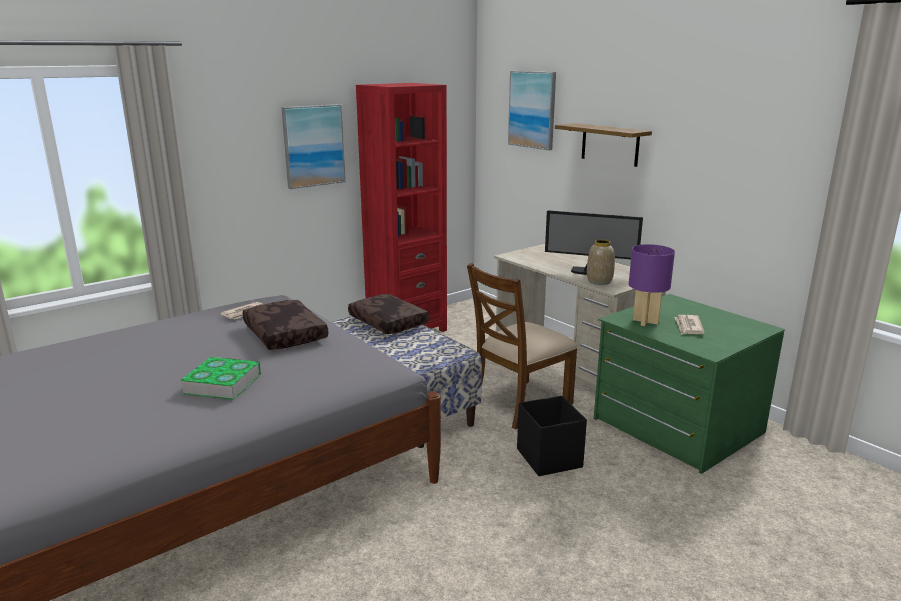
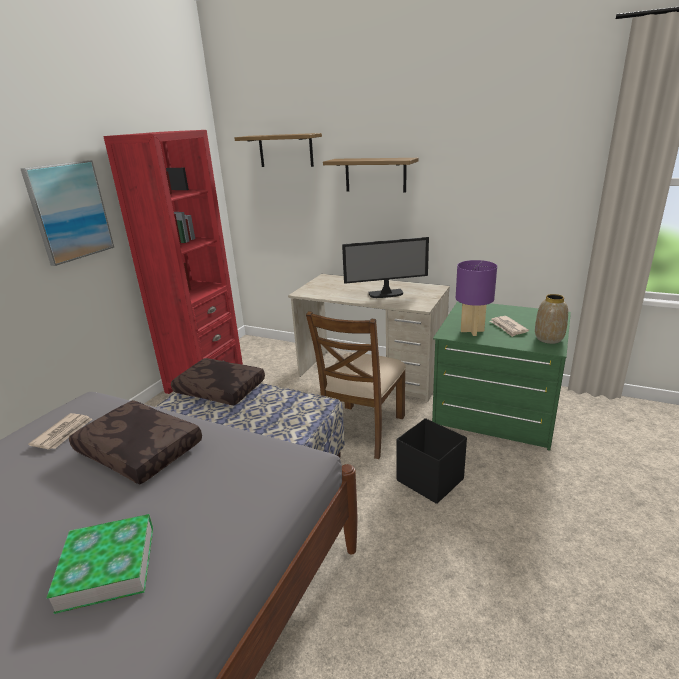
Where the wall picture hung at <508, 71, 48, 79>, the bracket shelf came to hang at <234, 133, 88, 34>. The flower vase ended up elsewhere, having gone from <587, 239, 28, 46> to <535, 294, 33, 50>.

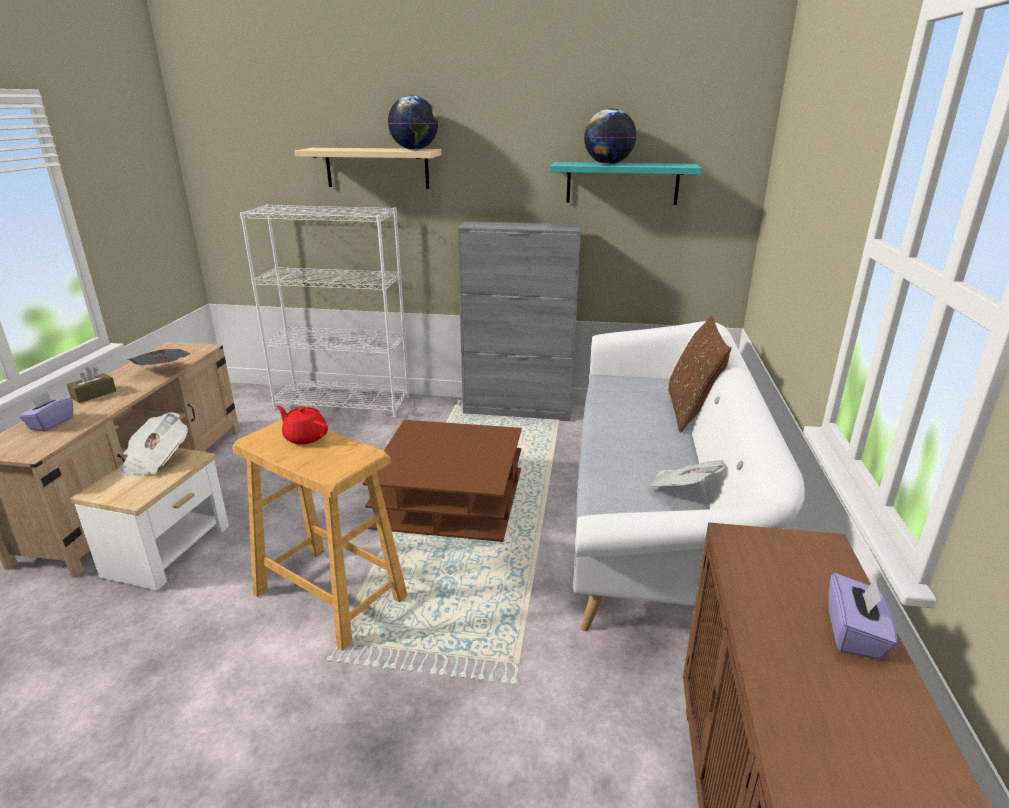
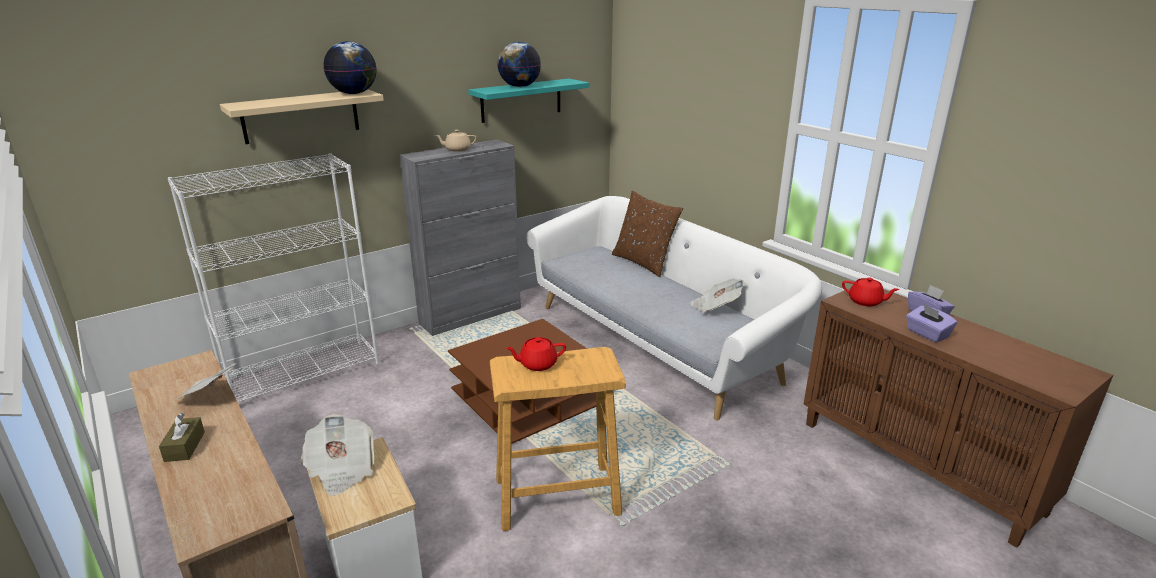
The second view gained the sand-coloured pot for tea at <435, 130, 42, 22>. The second view gained the red-coloured pot for tea at <842, 277, 58, 29>. The purplish tissue box ended up elsewhere, having gone from <19, 391, 54, 41> to <906, 304, 51, 38>.

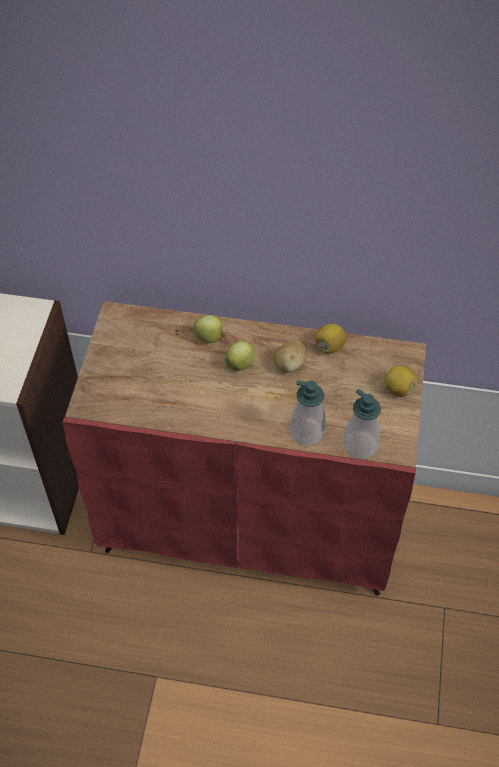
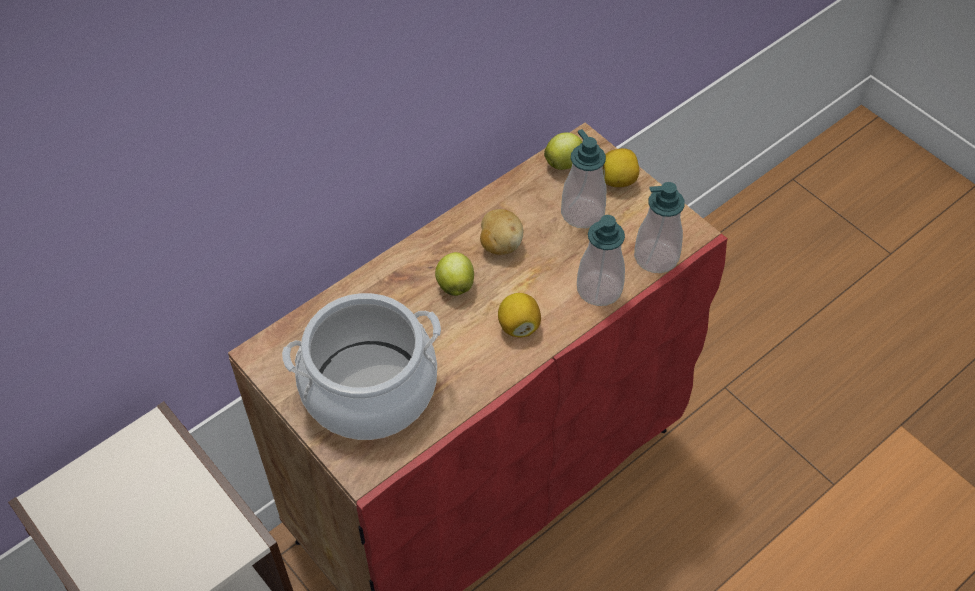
The second view gained the cooking pot at <282, 293, 159, 147>. The whole lemon ended up elsewhere, having gone from <315, 324, 31, 30> to <498, 293, 43, 44>. The apple fruit ended up elsewhere, having gone from <194, 315, 31, 28> to <544, 132, 38, 38>. The second view gained the soap bottle at <561, 129, 45, 99>.

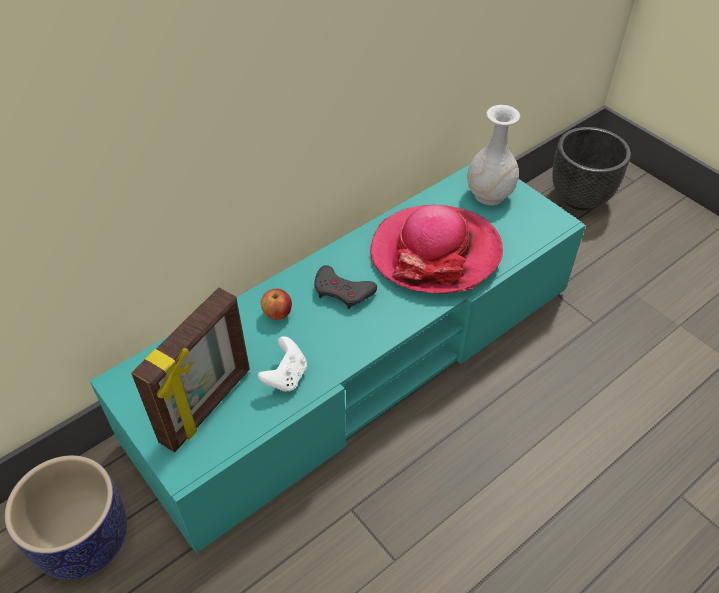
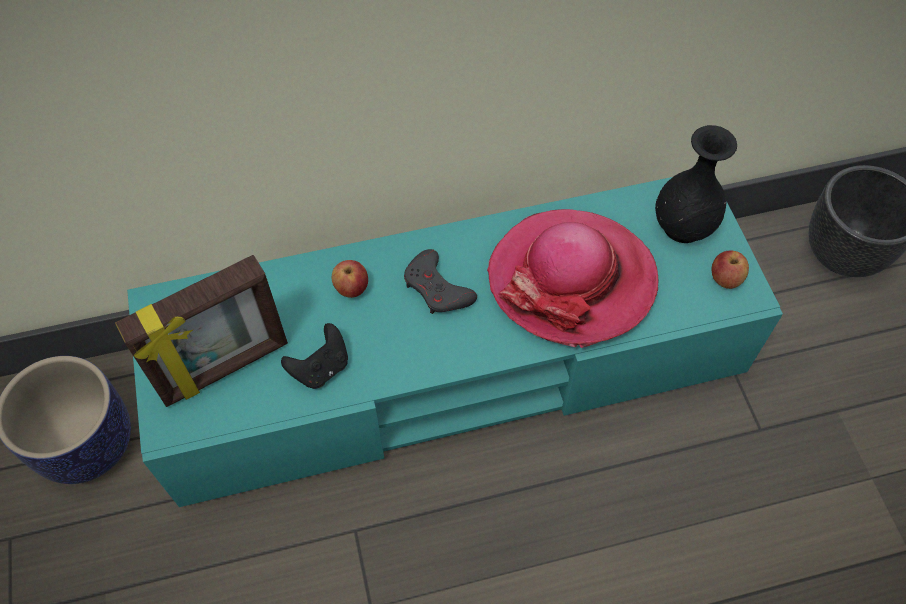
What was the white gamepad at <258, 336, 49, 56> turned into the blackish gamepad at <281, 323, 67, 66>. What was the white flower vase at <467, 105, 53, 100> turned into the blackish flower vase at <655, 125, 82, 118>. The second view gained the apple fruit at <712, 250, 37, 39>.

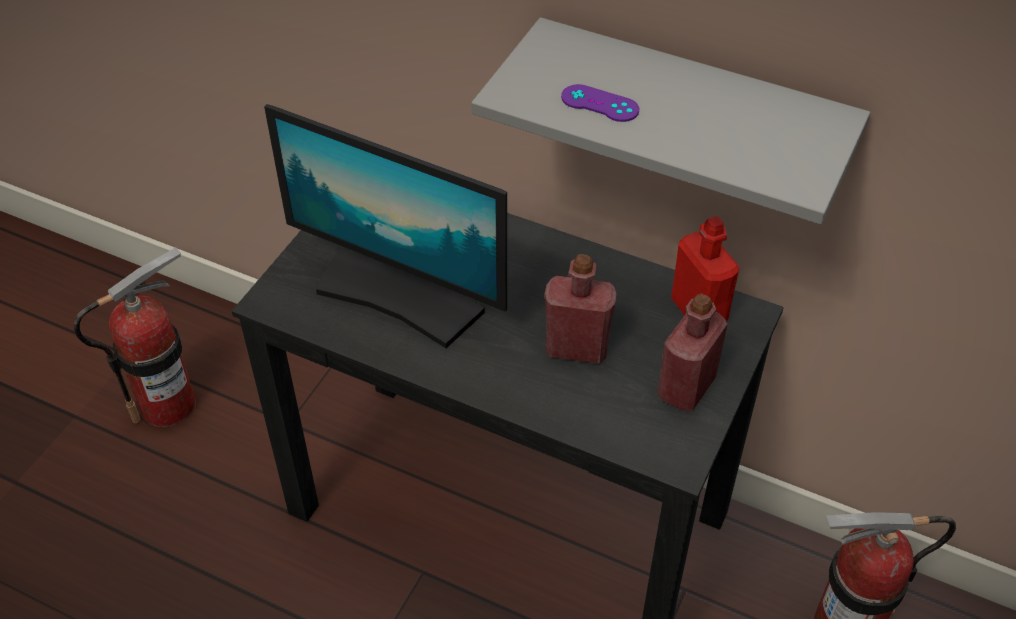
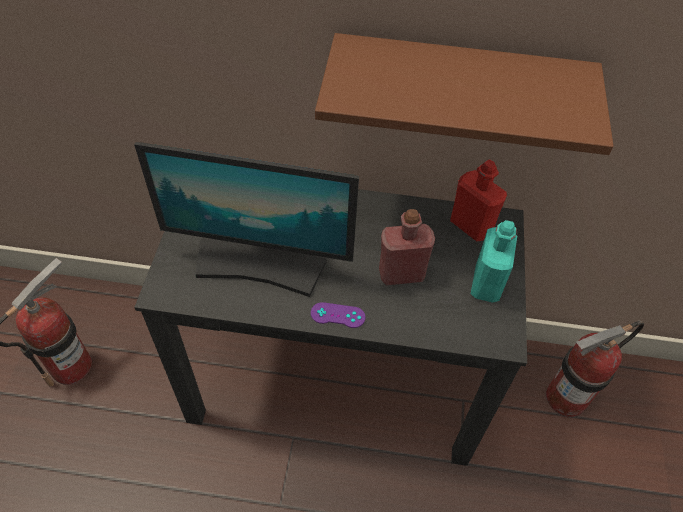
The purplish gamepad ended up elsewhere, having gone from <561, 84, 78, 38> to <311, 302, 54, 26>. What was the grey bracket shelf at <471, 17, 400, 207> turned into the brownish bracket shelf at <315, 33, 299, 122>. What was the red-coloured drink bottle at <657, 293, 70, 118> turned into the blue-green drink bottle at <471, 220, 46, 82>.

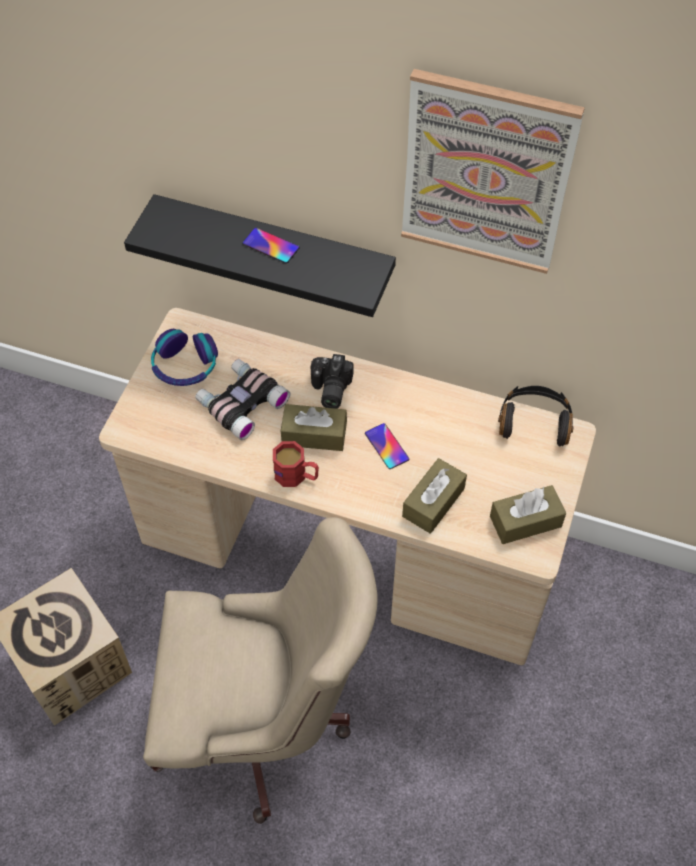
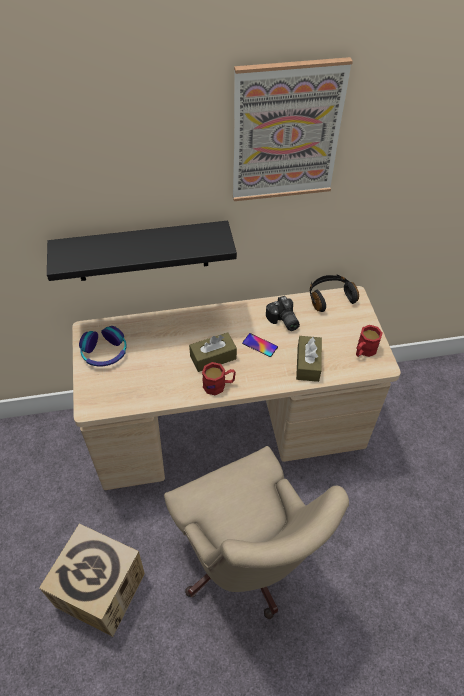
The sand-coloured office chair at <143, 517, 235, 307> ended up facing another way, 90 degrees clockwise from before. The photo camera ended up elsewhere, having gone from <311, 354, 43, 55> to <266, 296, 34, 35>. Where the brownish tissue box stood at <490, 485, 76, 59>, the red-coloured tea mug came to stand at <356, 325, 27, 32>. The second view lost the field glasses at <195, 359, 95, 81>. The second view lost the handset at <242, 228, 58, 35>.

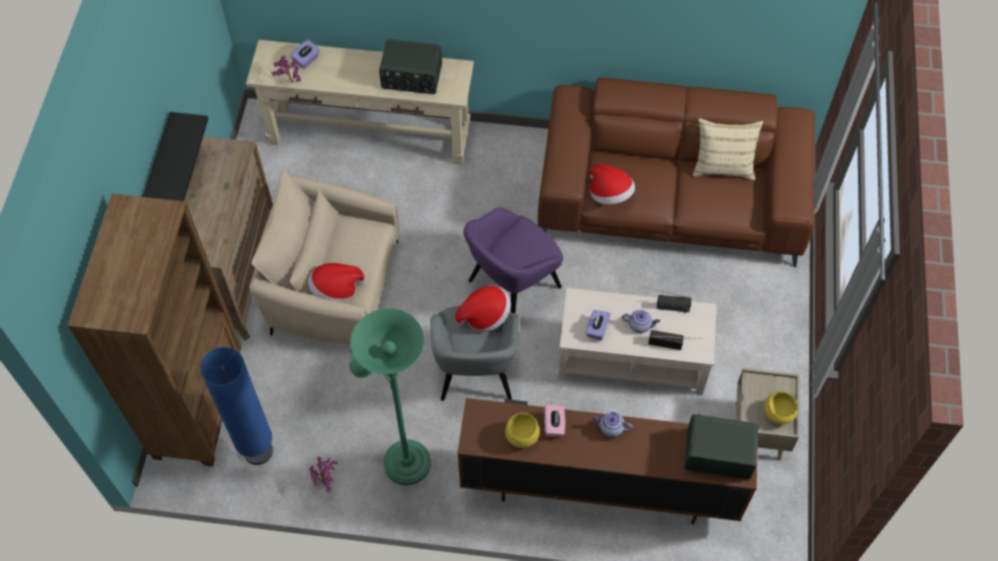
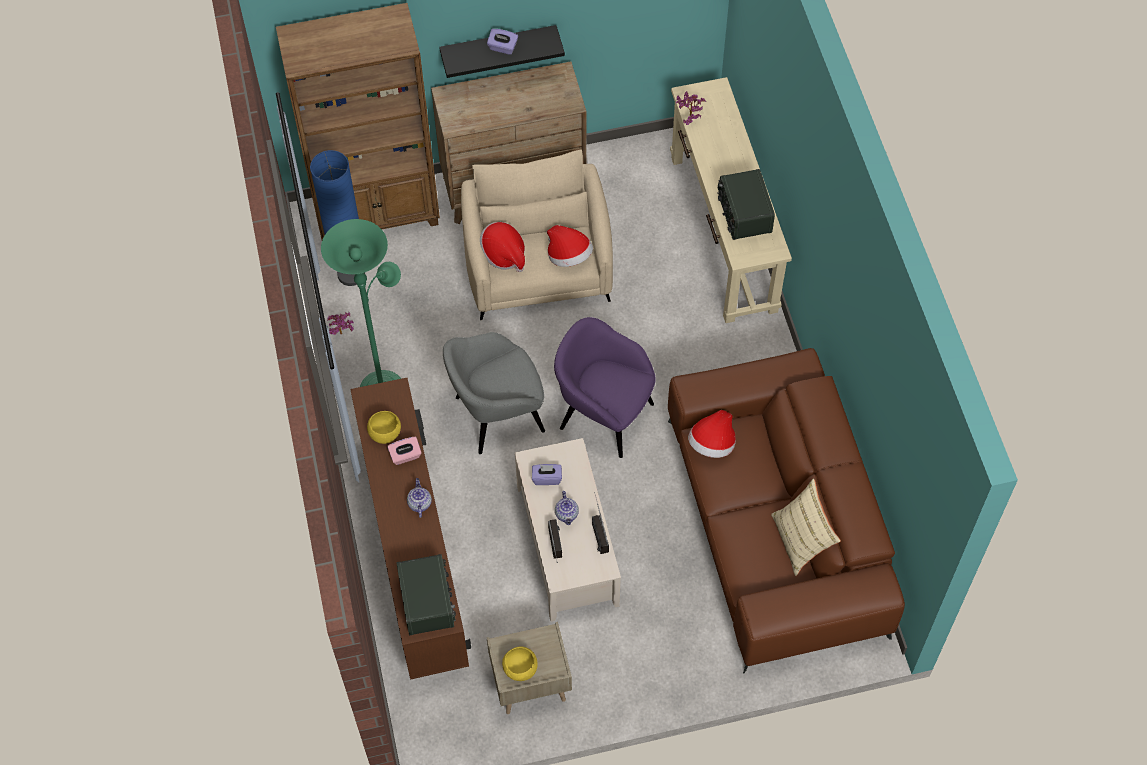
The purplish tissue box ended up elsewhere, having gone from <291, 40, 29, 29> to <487, 29, 31, 26>. The wearable hat ended up elsewhere, having gone from <455, 285, 56, 47> to <547, 225, 46, 42>.

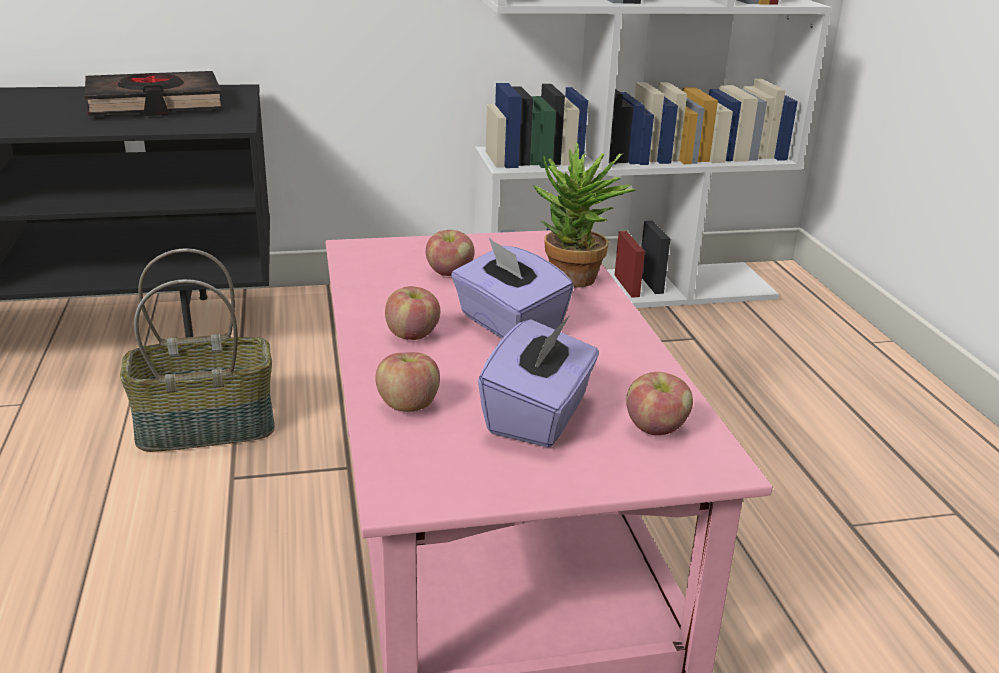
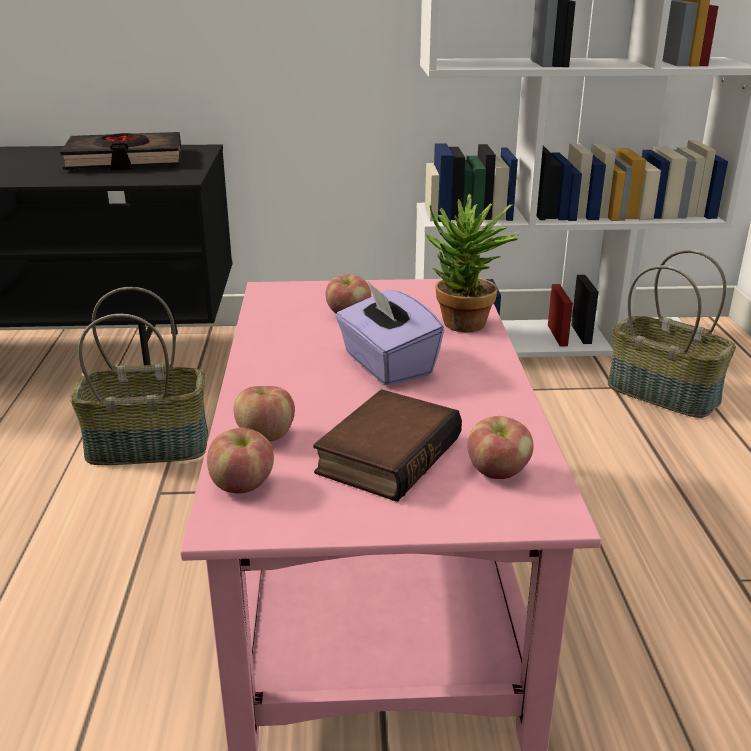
The apple fruit ended up elsewhere, having gone from <385, 286, 55, 54> to <207, 428, 67, 65>. Where the purplish tissue box stood at <478, 315, 121, 132>, the bound book came to stand at <313, 389, 149, 113>. The second view gained the household basket at <608, 250, 128, 168>.

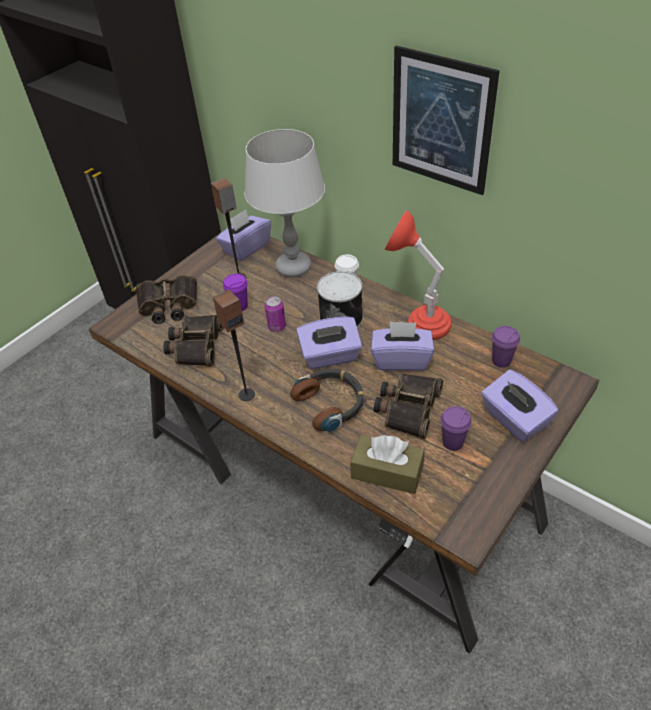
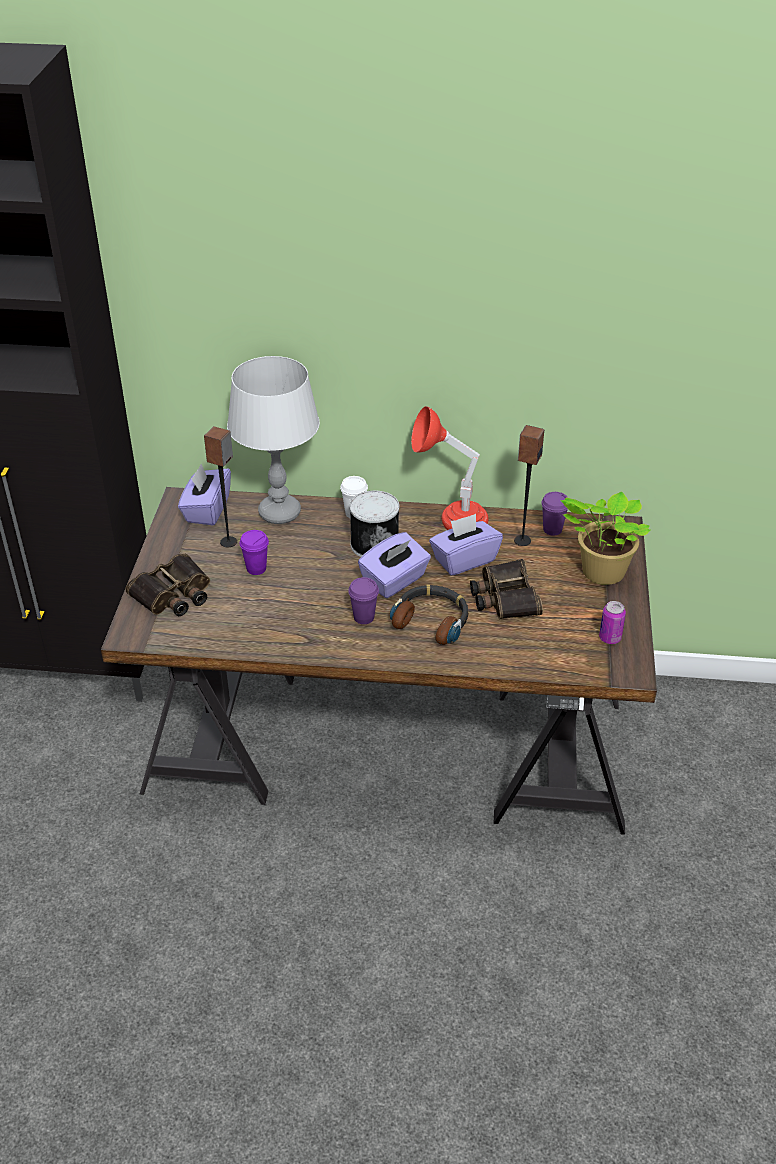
The purplish small cup ended up elsewhere, having gone from <440, 406, 32, 45> to <348, 577, 31, 47>. The loudspeaker ended up elsewhere, having gone from <213, 289, 42, 112> to <514, 425, 30, 121>. Where the purplish tissue box stood at <481, 369, 78, 73>, the potted plant came to stand at <560, 491, 90, 94>. The can ended up elsewhere, having gone from <265, 296, 21, 36> to <599, 601, 27, 43>. The second view lost the field glasses at <163, 315, 61, 51>. The second view lost the brownish tissue box at <350, 435, 75, 59>. The second view lost the wall picture at <393, 45, 107, 150>.

